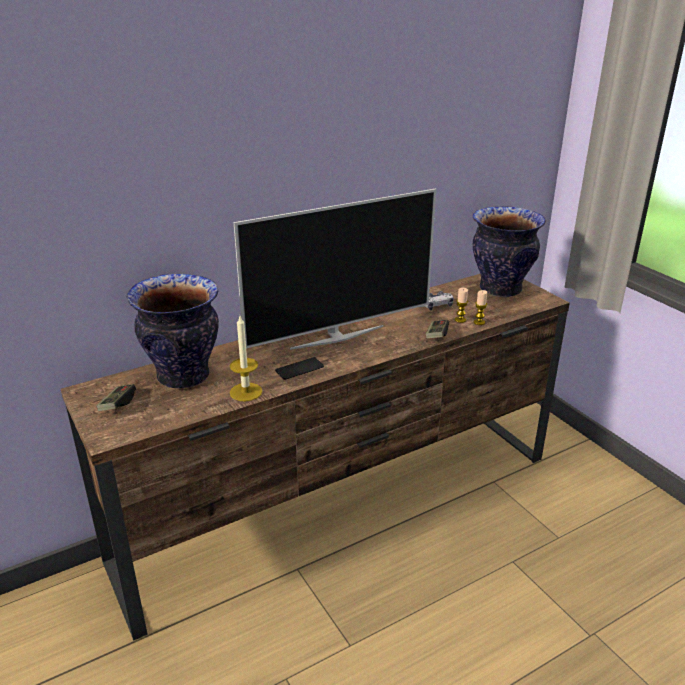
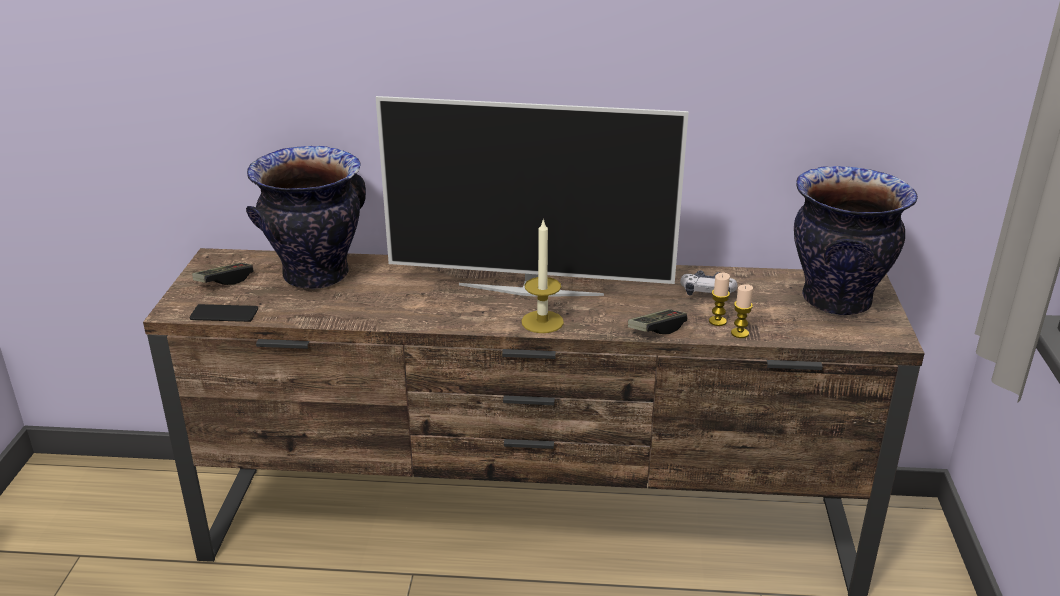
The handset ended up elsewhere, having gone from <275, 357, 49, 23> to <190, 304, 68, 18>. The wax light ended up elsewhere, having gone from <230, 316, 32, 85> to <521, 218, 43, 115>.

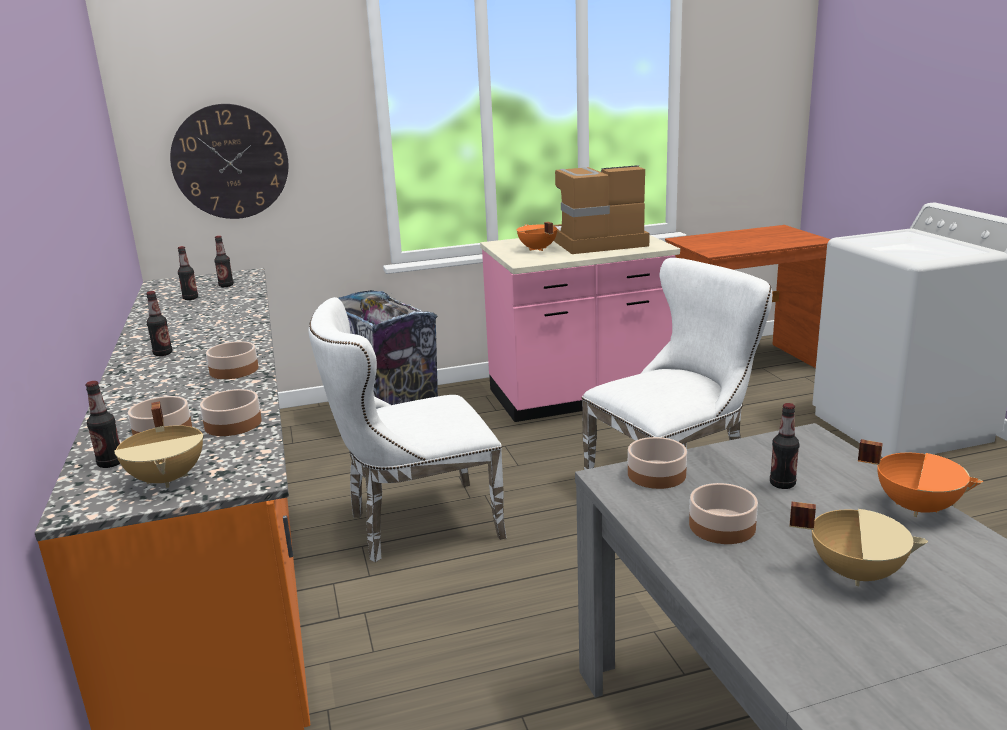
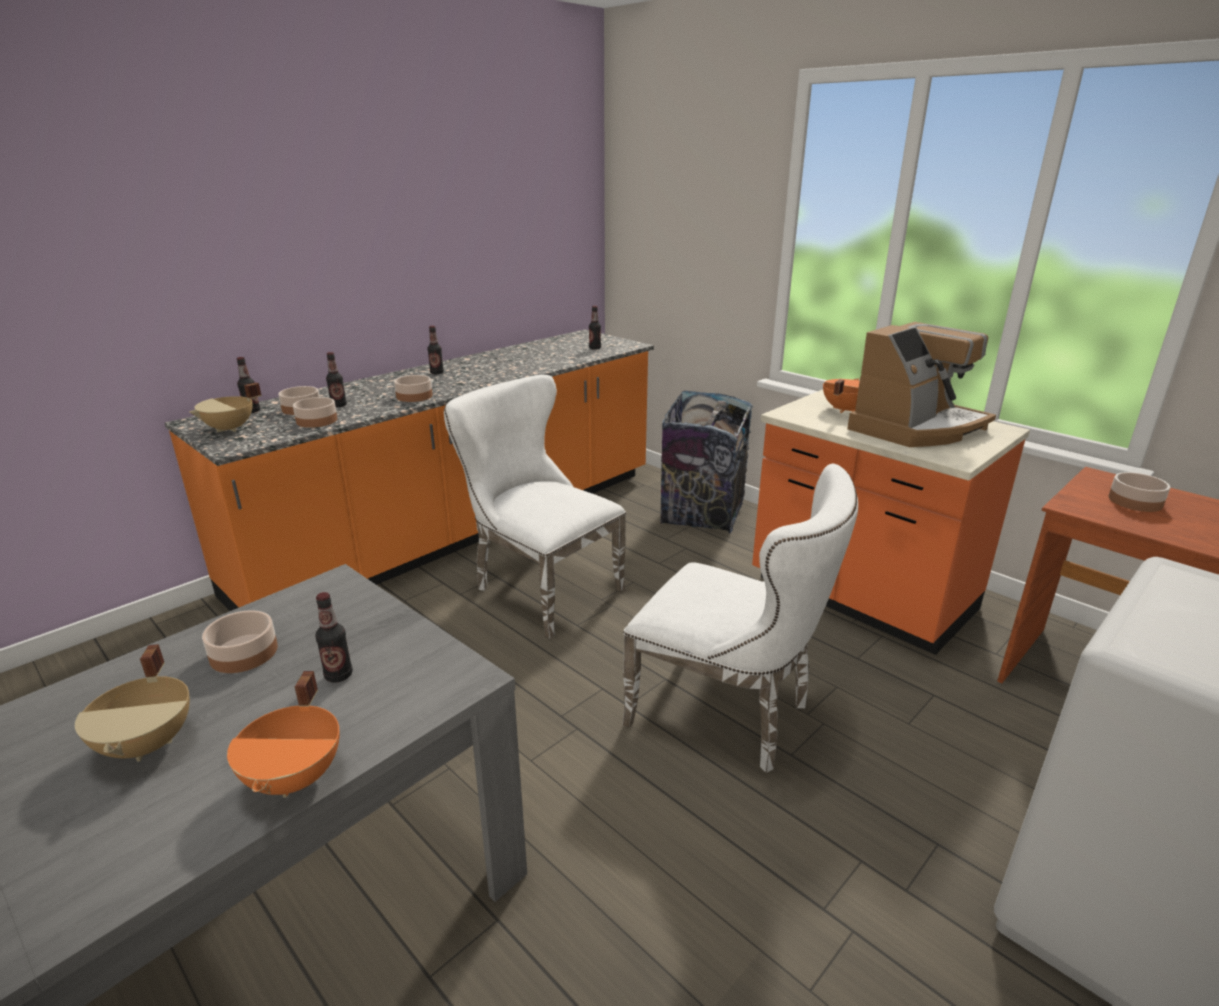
The drink bottle ended up elsewhere, having gone from <178, 246, 20, 54> to <326, 352, 21, 55>. What was the pinkish kitchen counter at <480, 235, 200, 187> turned into the orange-coloured kitchen counter at <752, 389, 278, 266>. The coffee maker at <553, 165, 97, 89> ended up facing another way, 90 degrees clockwise from before. The bowl ended up elsewhere, having gone from <628, 437, 59, 52> to <1108, 472, 62, 40>. The second view lost the clock on the wall at <170, 104, 118, 115>.

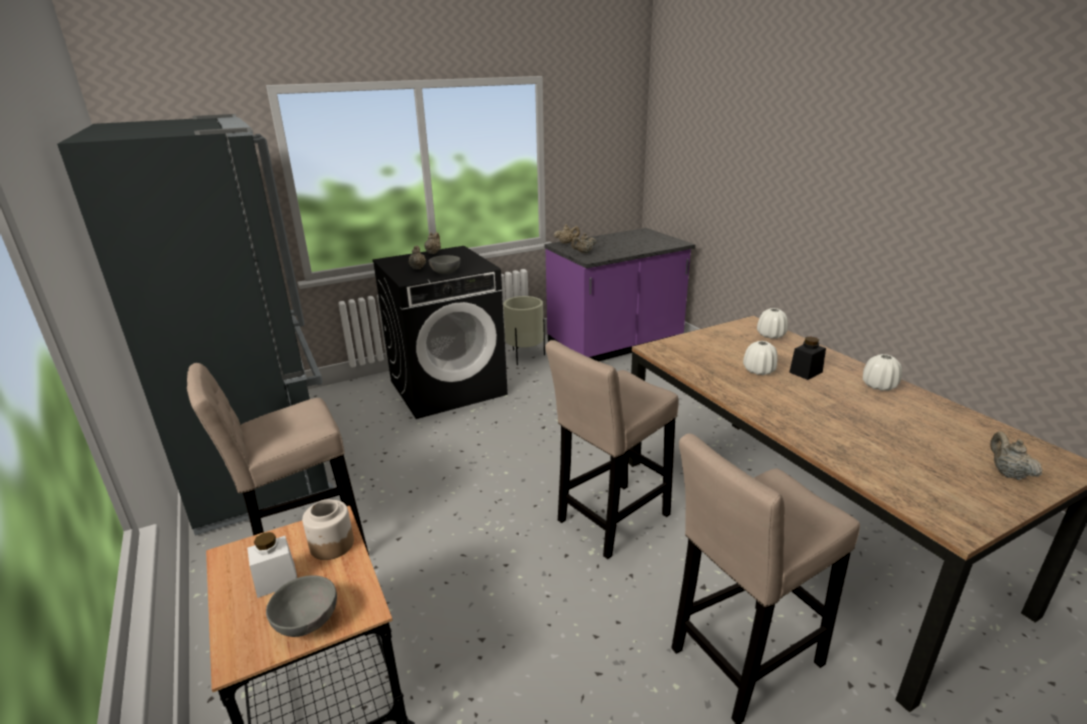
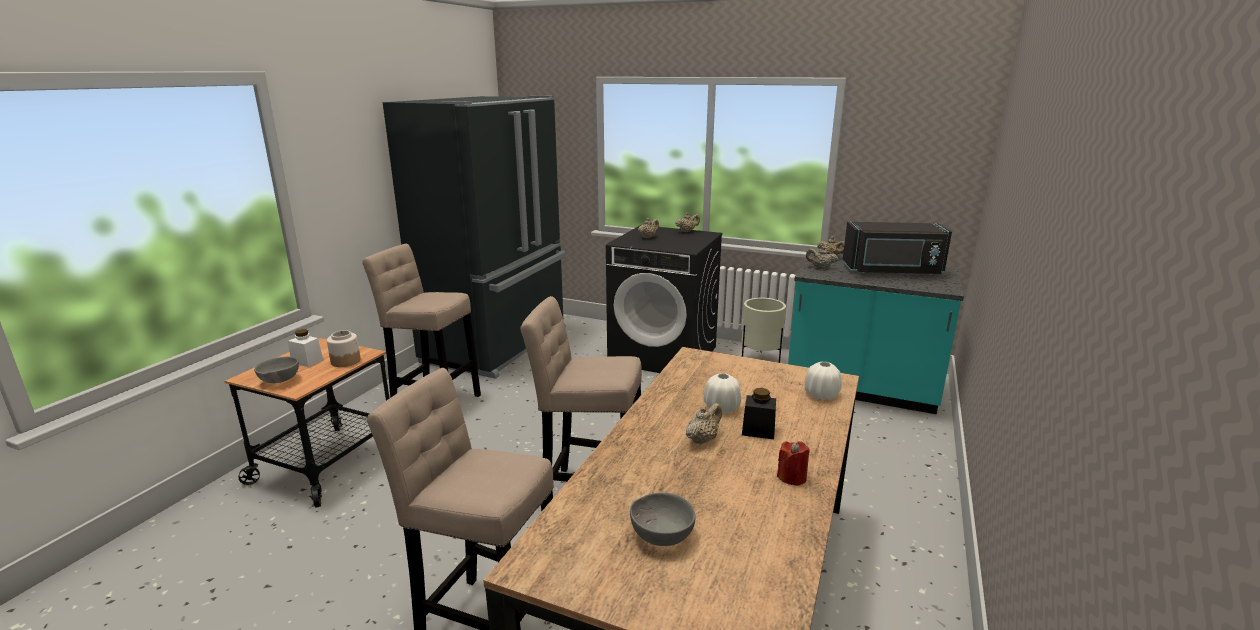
The grey bowl ended up elsewhere, having gone from <429, 255, 31, 19> to <630, 492, 66, 54>. The sand-coloured pot for tea ended up elsewhere, having gone from <990, 431, 53, 49> to <686, 403, 36, 42>. Where the white flower vase stood at <863, 354, 39, 37>, the red-coloured wax light came to stand at <777, 441, 33, 45>. What was the purplish kitchen counter at <544, 228, 151, 133> turned into the blue-green kitchen counter at <788, 253, 176, 161>. The second view gained the blackish microwave at <842, 222, 110, 53>.

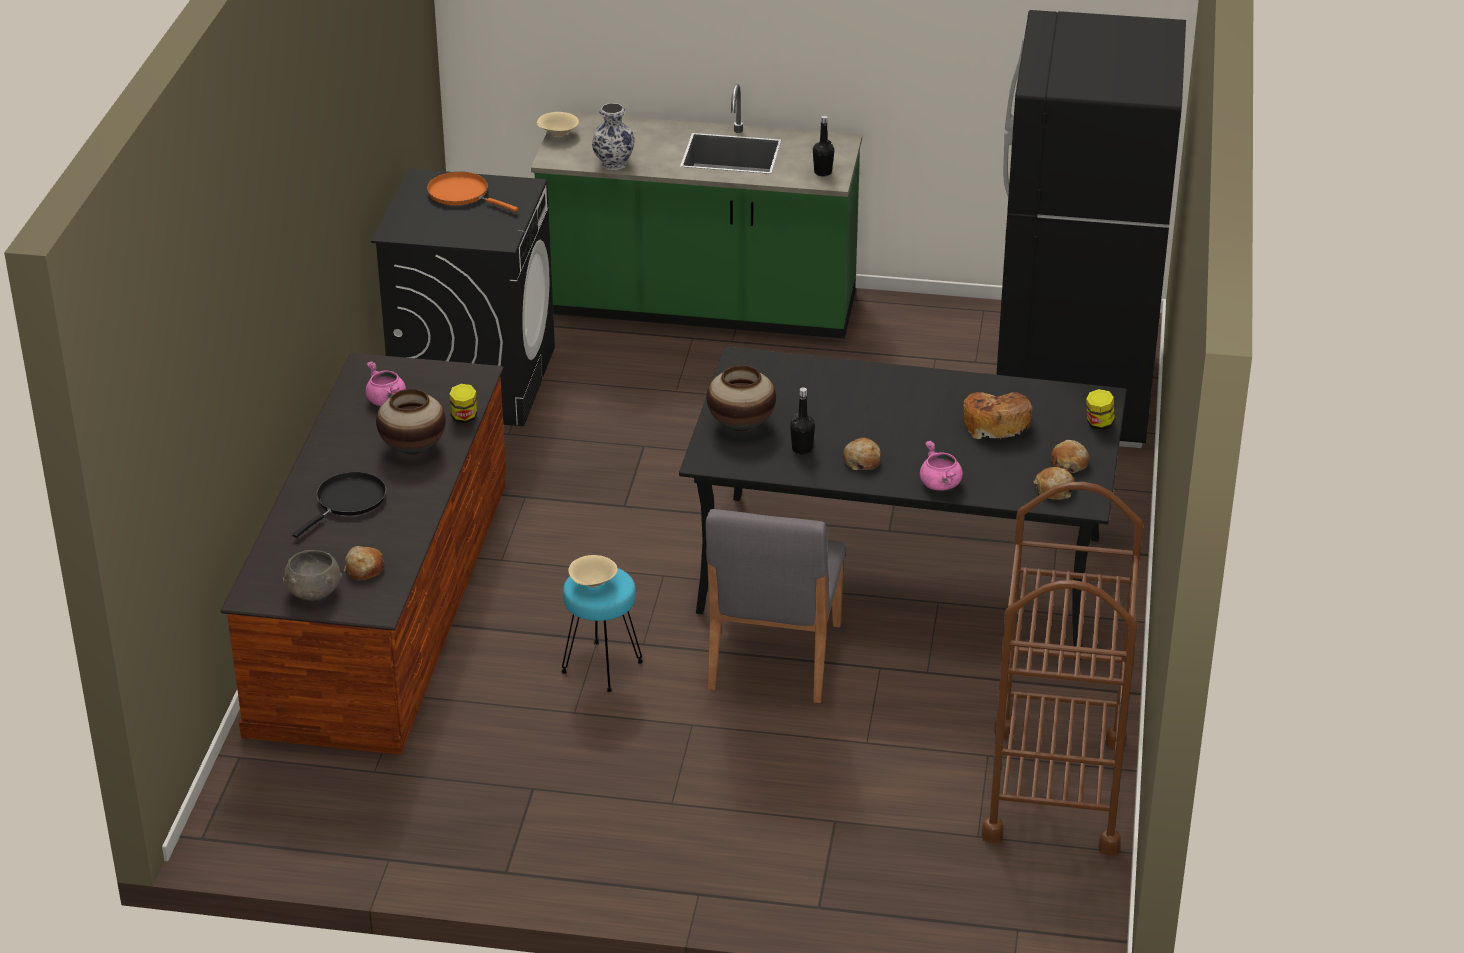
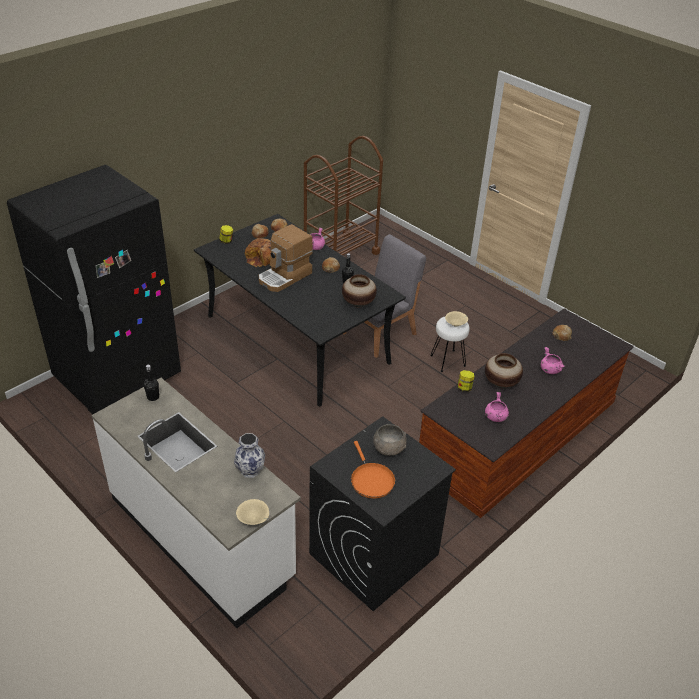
What was the greenish kitchen counter at <531, 84, 331, 255> turned into the white kitchen counter at <92, 378, 209, 250>. The second view gained the coffee maker at <259, 224, 54, 68>. The grey bowl ended up elsewhere, having gone from <282, 550, 60, 51> to <373, 424, 34, 32>. What was the blue-green stool at <561, 568, 82, 124> turned into the white stool at <430, 317, 40, 55>. Where the blackish skillet stood at <292, 472, 94, 66>, the pinkish cooking pot came to stand at <541, 347, 23, 27>.

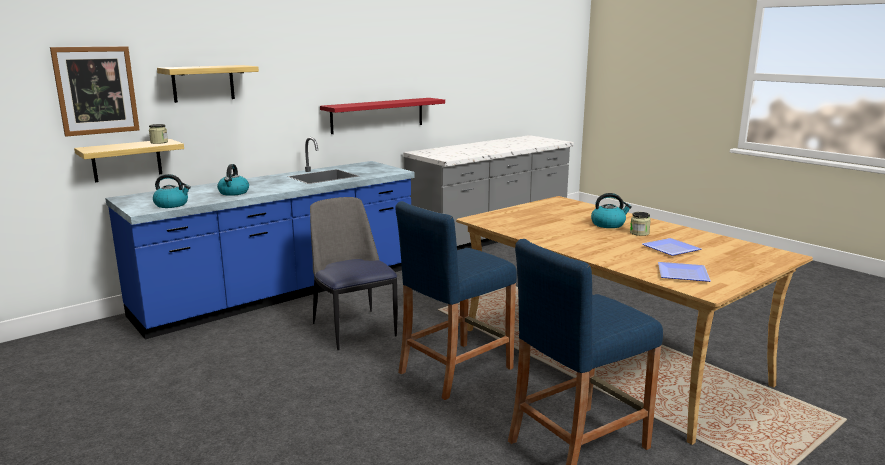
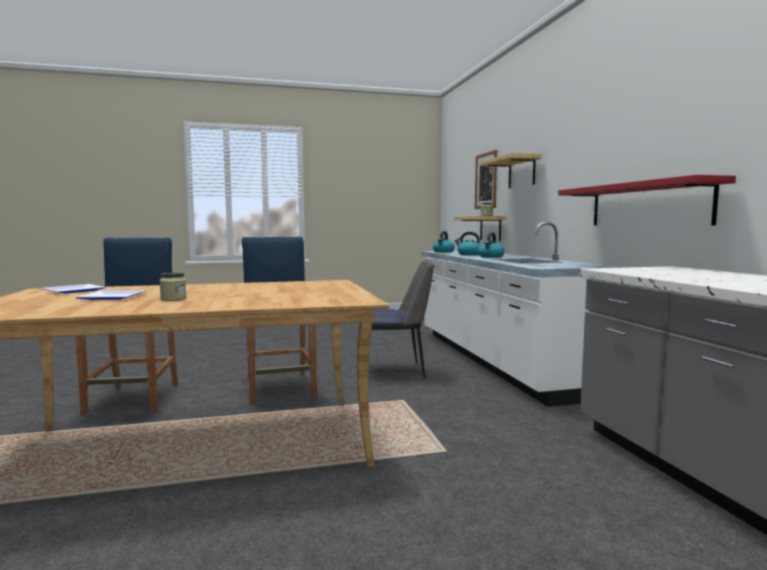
What was the blue-coloured kitchen counter at <105, 137, 310, 202> turned into the white kitchen counter at <421, 222, 203, 185>. The kettle ended up elsewhere, having gone from <591, 193, 41, 35> to <478, 232, 27, 26>.

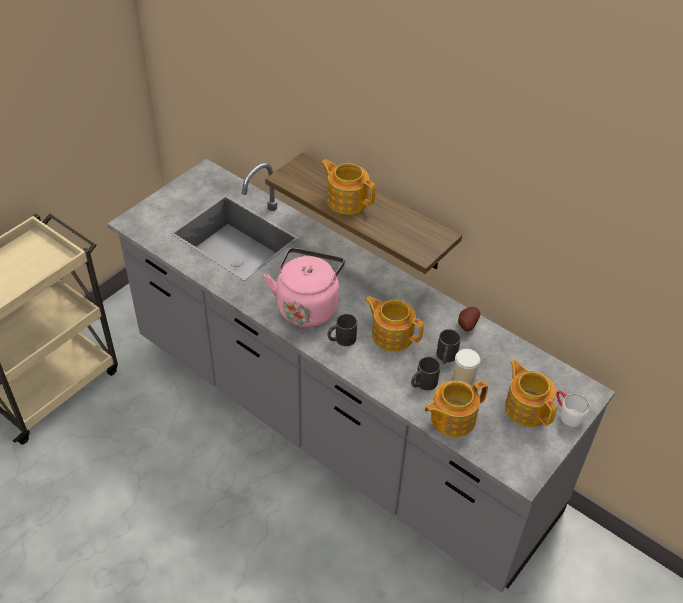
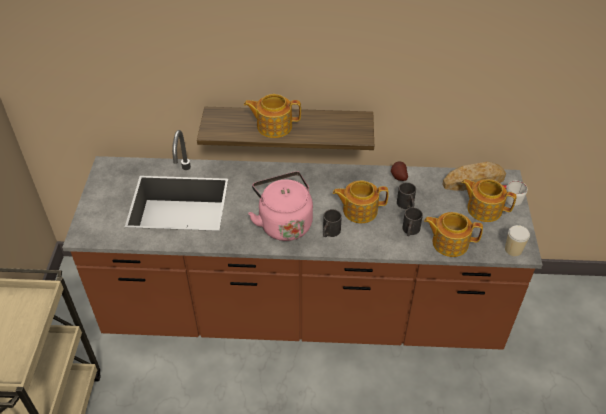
What was the grey kitchen counter at <108, 159, 507, 434> turned into the brownish kitchen counter at <62, 130, 481, 220>. The pot for tea at <424, 380, 64, 57> ended up facing another way, 75 degrees clockwise from before. The second view gained the bakery bread at <442, 162, 64, 29>. The small cup ended up elsewhere, having gone from <454, 349, 26, 36> to <505, 225, 25, 32>.

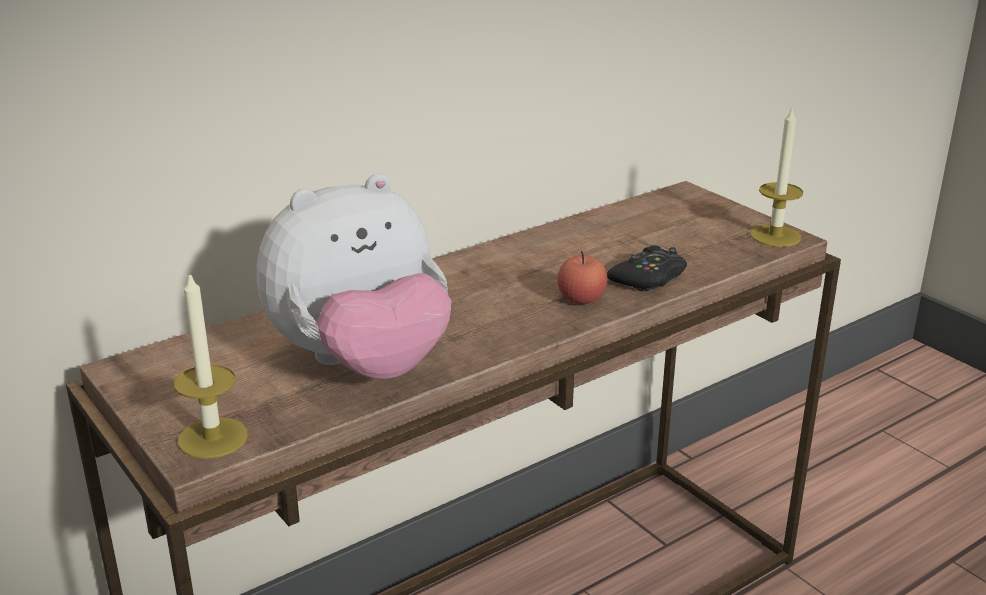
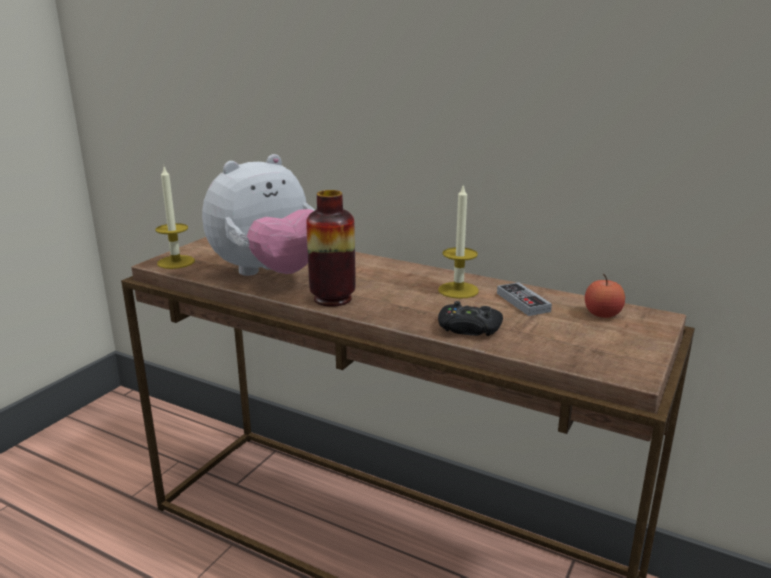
The cuddly toy at <257, 174, 194, 206> ended up facing another way, 75 degrees counterclockwise from before. The second view gained the flower vase at <306, 190, 50, 117>. The wax light ended up elsewhere, having gone from <750, 106, 53, 141> to <438, 186, 41, 113>. The second view gained the gamepad at <497, 282, 55, 34>. The apple fruit ended up elsewhere, having gone from <558, 251, 49, 53> to <585, 274, 40, 44>.

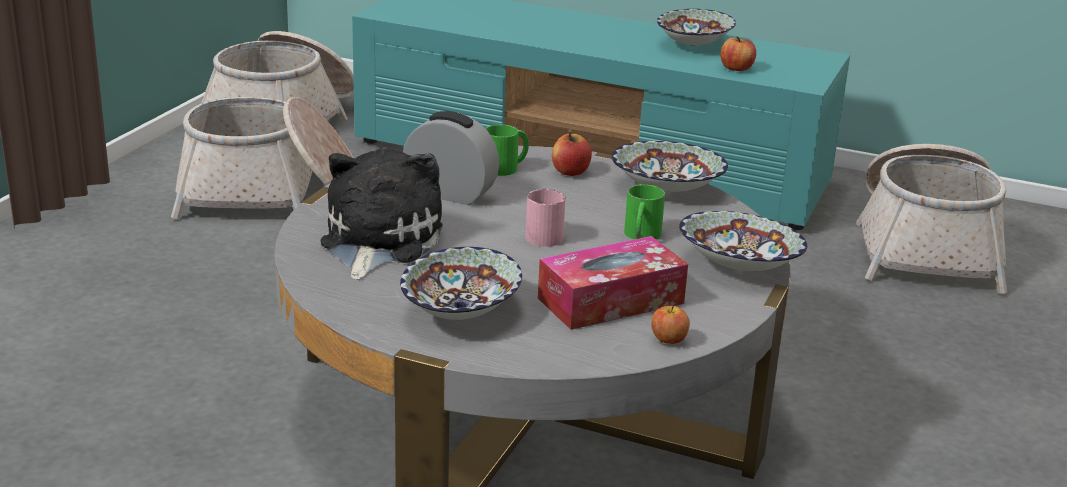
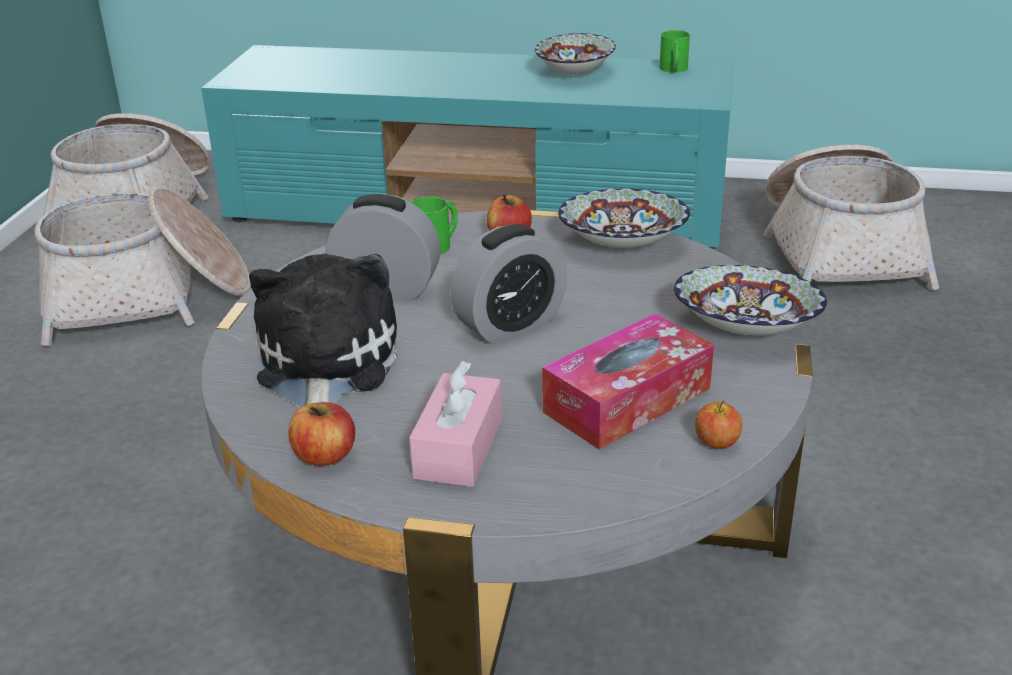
The apple fruit ended up elsewhere, having gone from <720, 36, 36, 35> to <288, 402, 67, 64>. Where the bowl stood at <400, 247, 122, 73>, the pinkish tissue box came to stand at <409, 361, 93, 126>. Where the pinkish tea mug stood at <526, 189, 40, 58>, the bedside clock came to stand at <451, 224, 116, 120>. The greenish tea mug ended up elsewhere, having gone from <624, 184, 41, 56> to <660, 30, 30, 43>.

